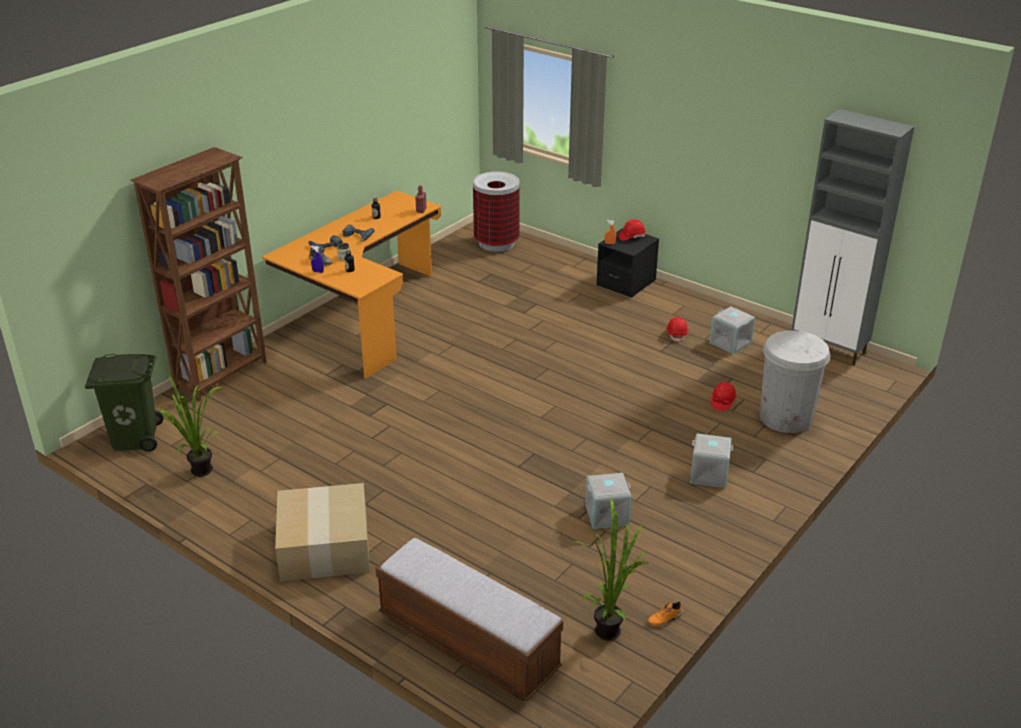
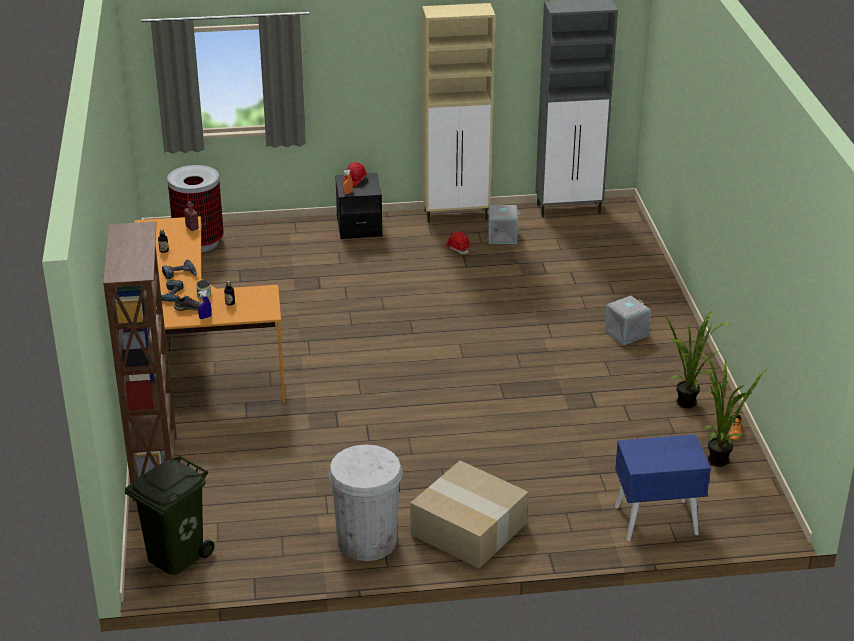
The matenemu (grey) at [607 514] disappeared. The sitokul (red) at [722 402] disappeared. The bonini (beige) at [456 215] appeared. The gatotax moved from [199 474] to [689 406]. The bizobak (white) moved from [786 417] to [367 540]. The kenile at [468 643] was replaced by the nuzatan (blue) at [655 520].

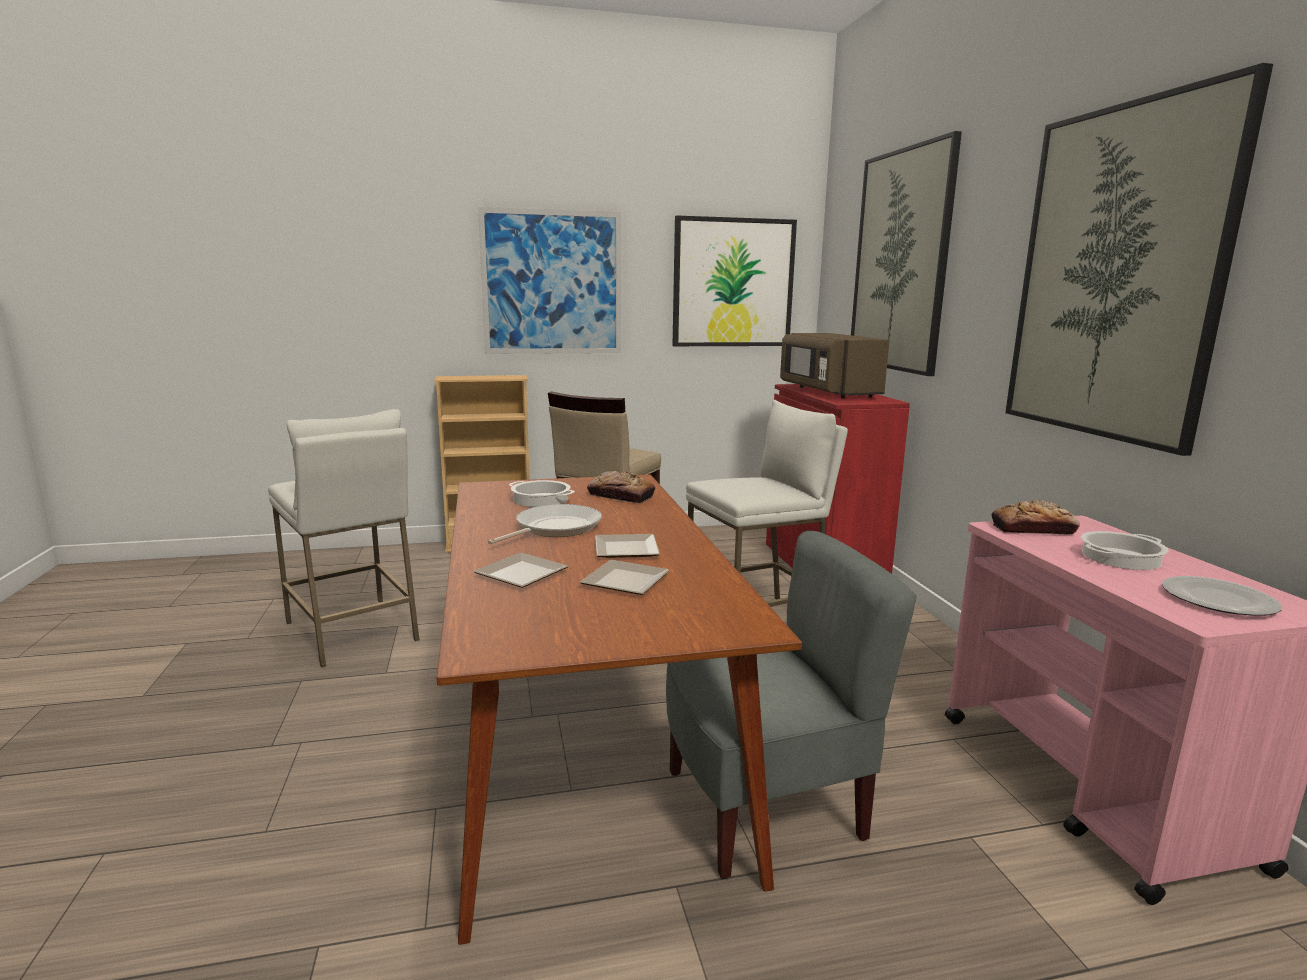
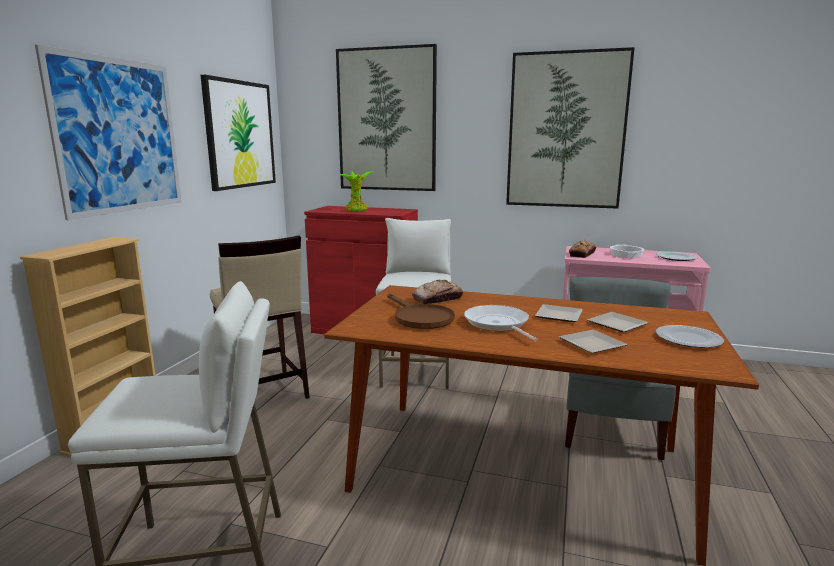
The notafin at [689 339] appeared. The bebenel at [540 499] was replaced by the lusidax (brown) at [419 318]. The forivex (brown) at [827 392] was replaced by the gatotax at [357 210].

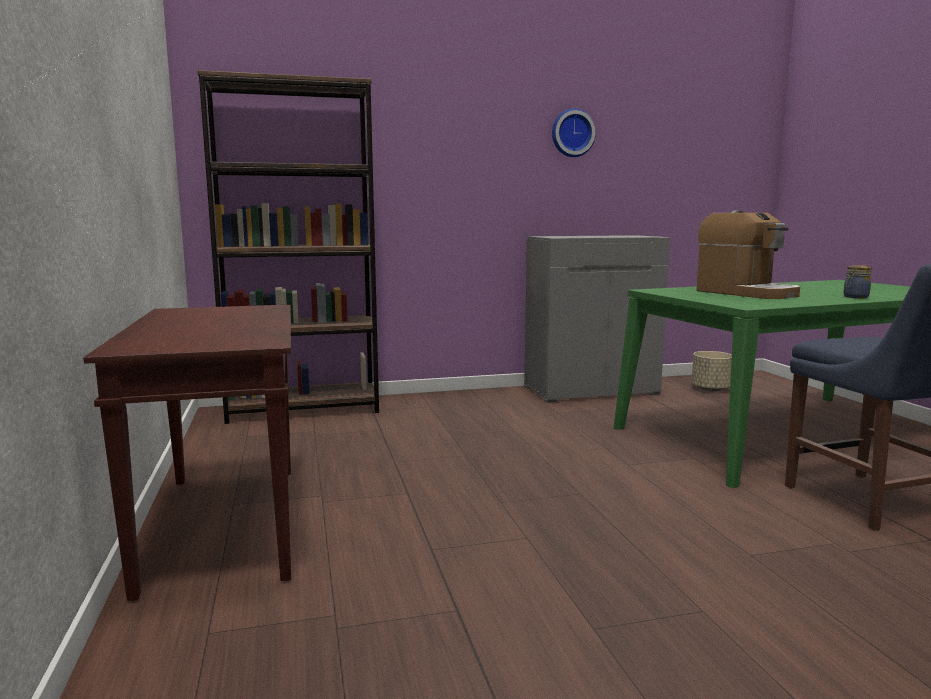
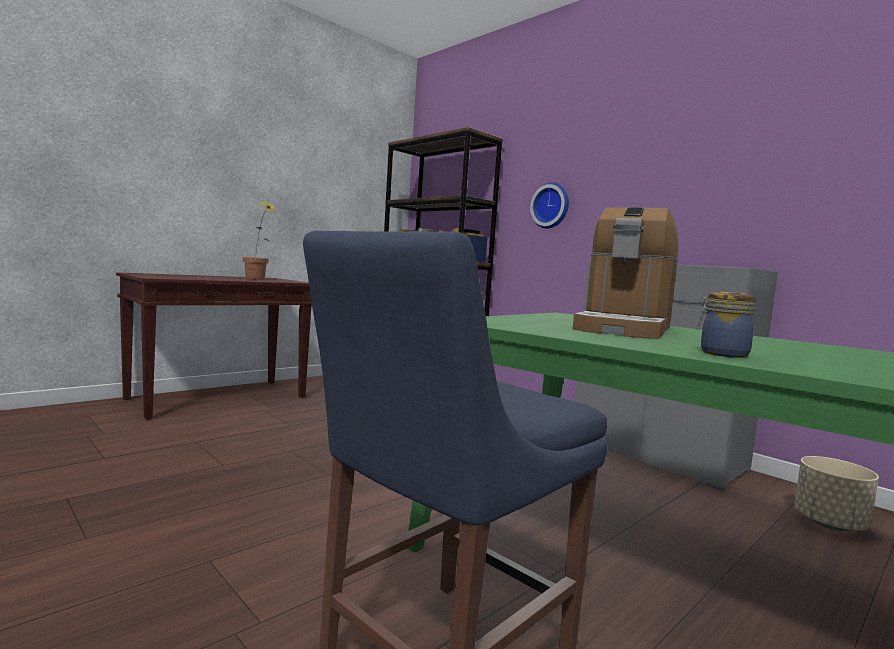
The gatotax at [258 279] appeared. The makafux moved from [572 133] to [551 206].

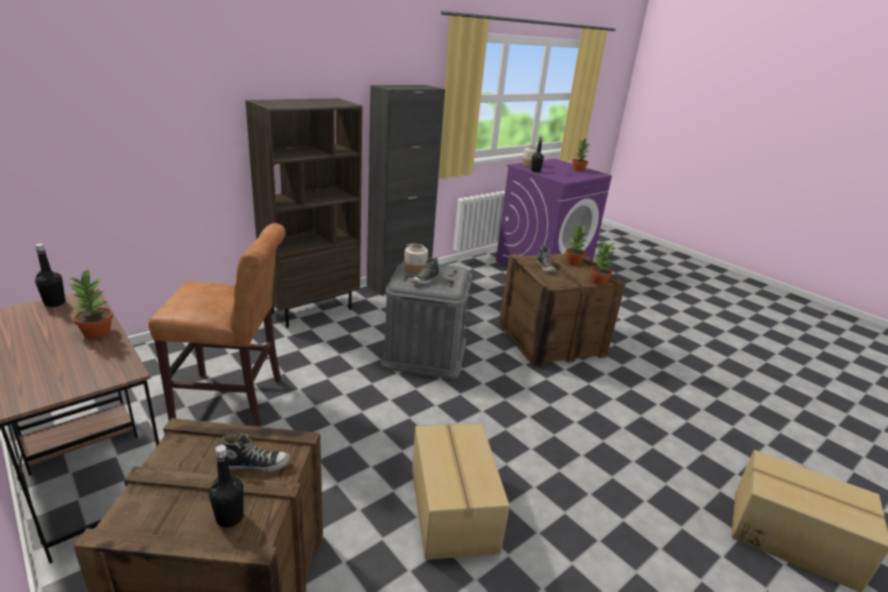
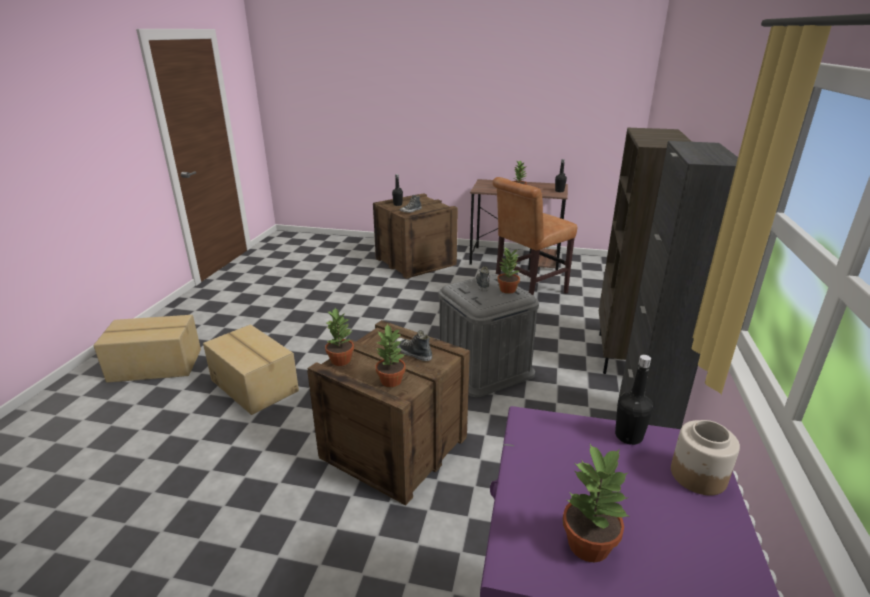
The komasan moved from [451 509] to [255 385]. The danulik at [415 269] was replaced by the gatotax at [507 290].

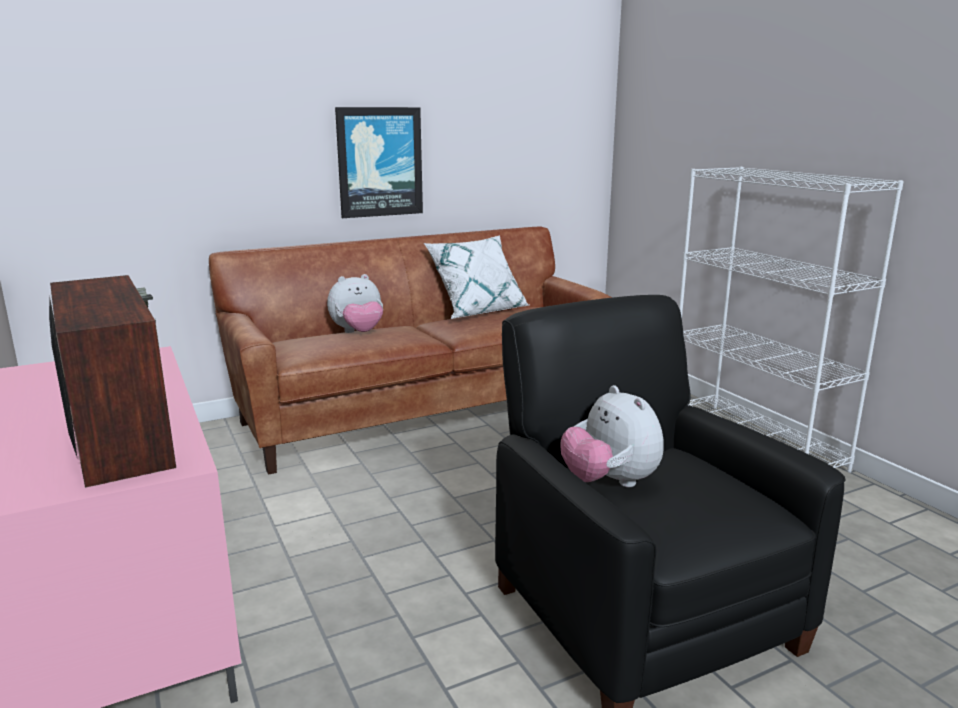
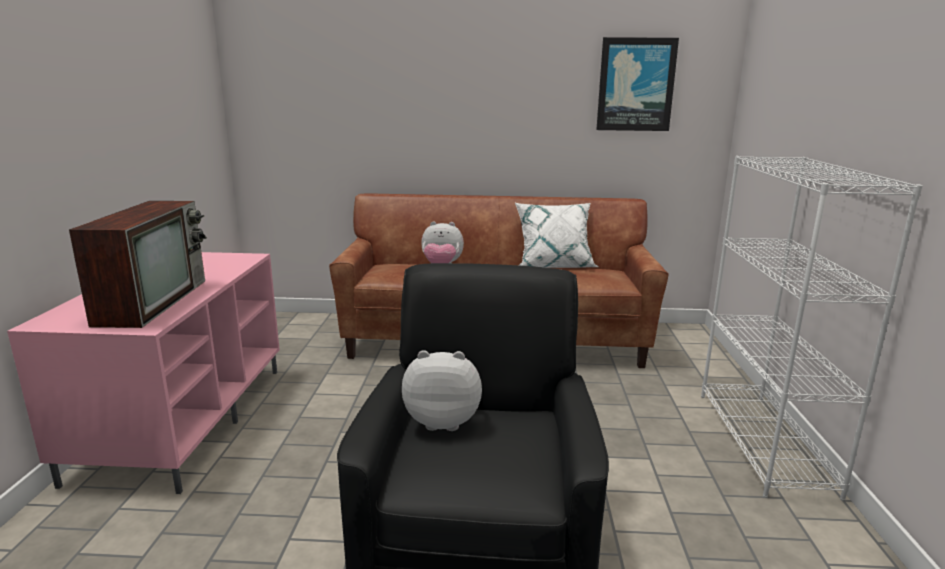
The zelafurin moved from [379 162] to [636 85]. The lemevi at [609 482] turned 90 degrees clockwise.

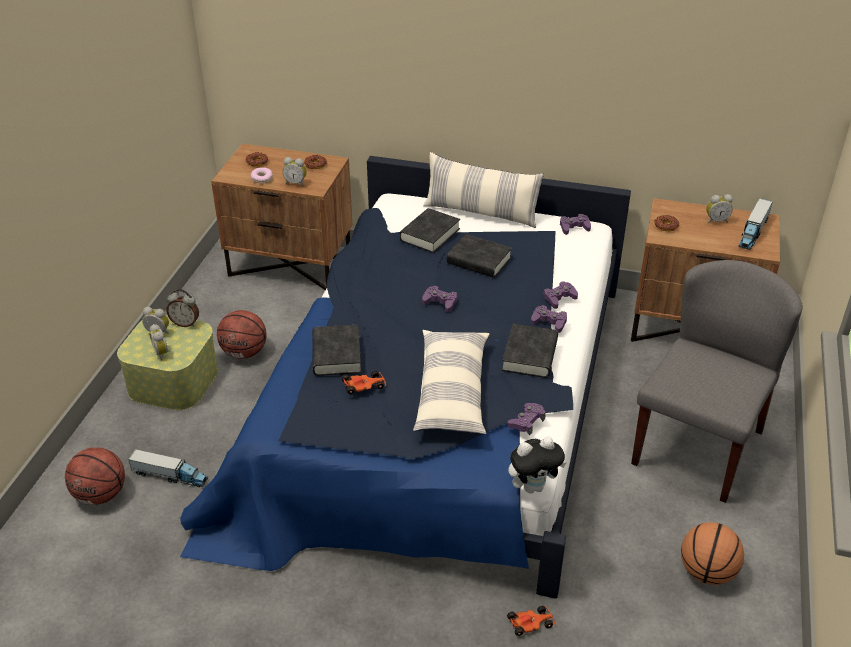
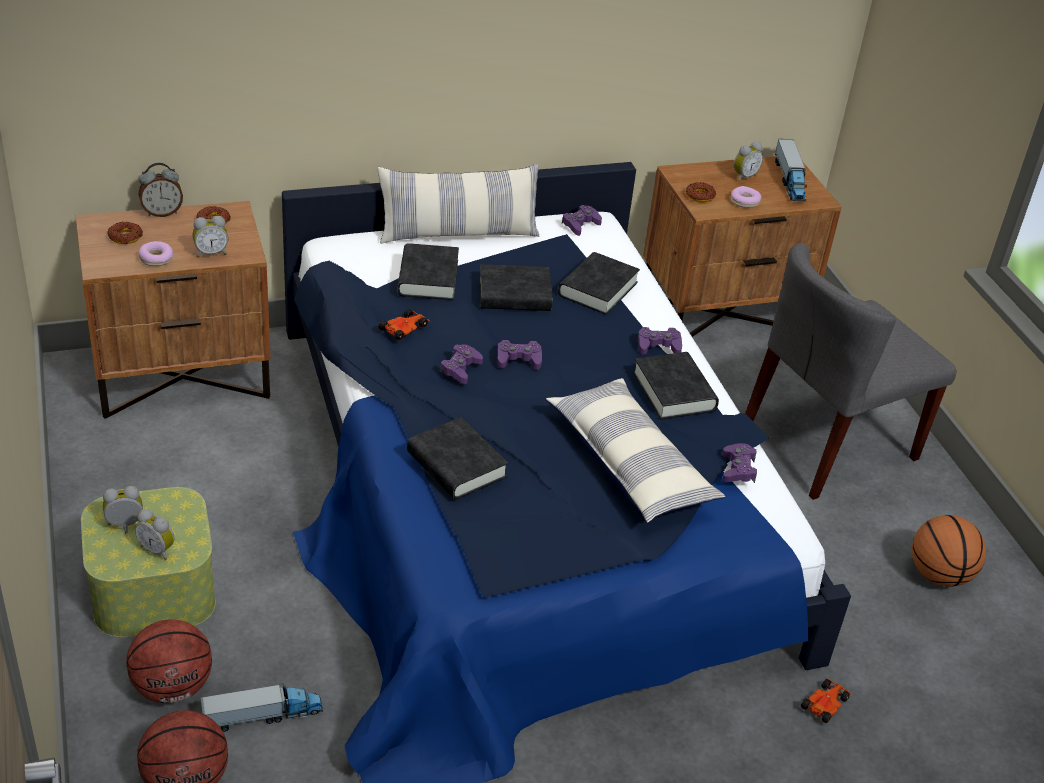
The lemevi at [533 486] disappeared. The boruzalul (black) at [598 289] appeared. The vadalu at [744 201] appeared. The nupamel moved from [185 323] to [162 213]. The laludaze moved from [244 352] to [173 687]. The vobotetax moved from [364 386] to [404 329]. The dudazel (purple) moved from [559 298] to [460 369]. The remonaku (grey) at [697 446] turned 120 degrees counterclockwise.

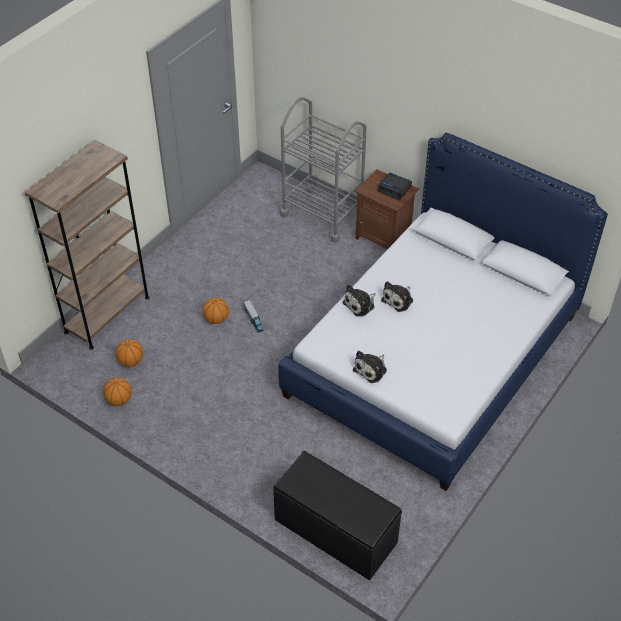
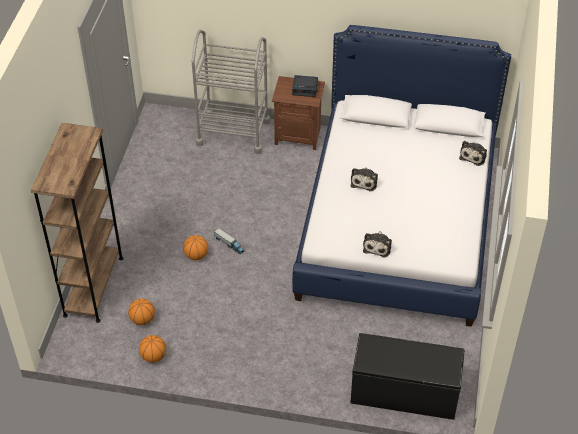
The lemevi moved from [360 304] to [474 156].

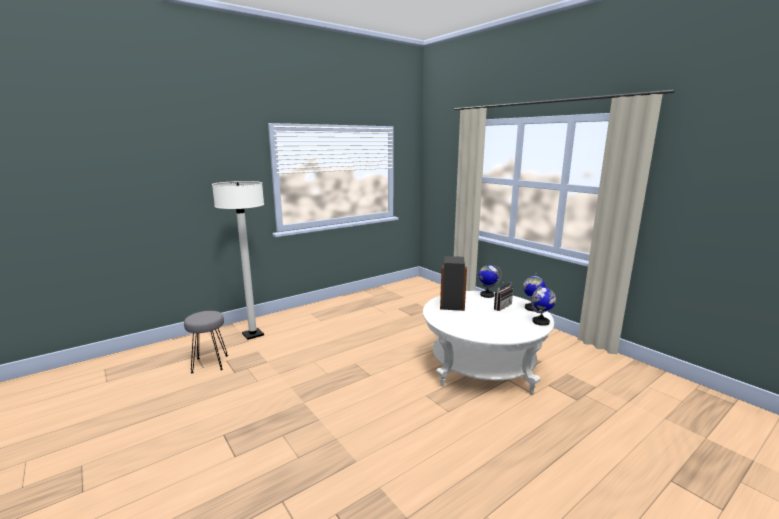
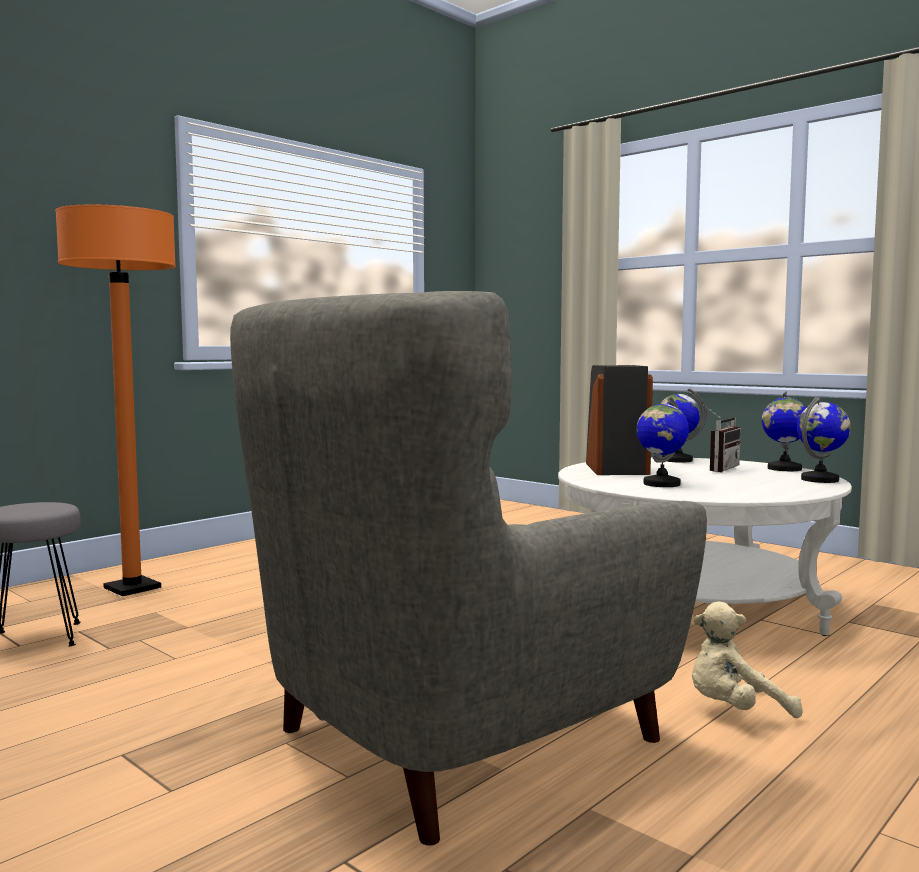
The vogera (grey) at [456 738] appeared. The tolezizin at [661 484] appeared. The lemevi (beige) at [735 710] appeared. The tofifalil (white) at [253 334] became the tofifalil (orange) at [132 588].

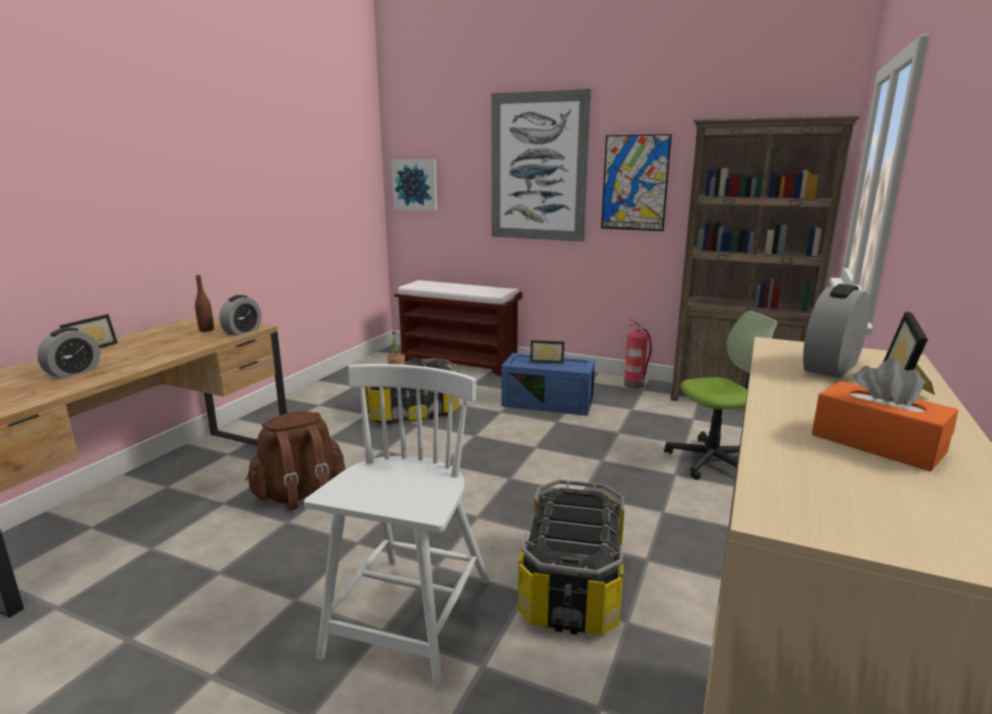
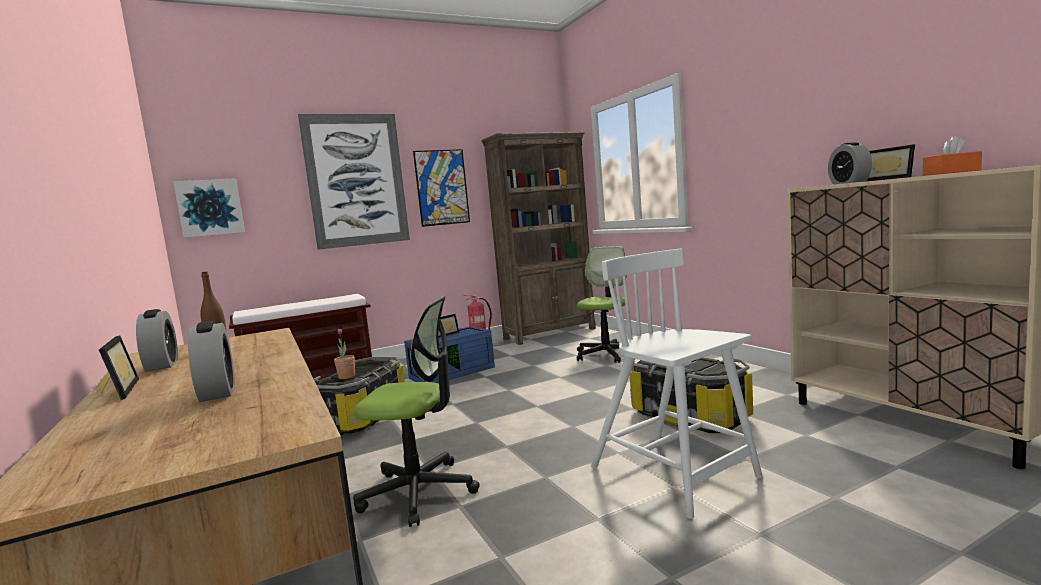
The nupamel moved from [242 331] to [162 365]. The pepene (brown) at [300 494] was replaced by the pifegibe at [419 492].

